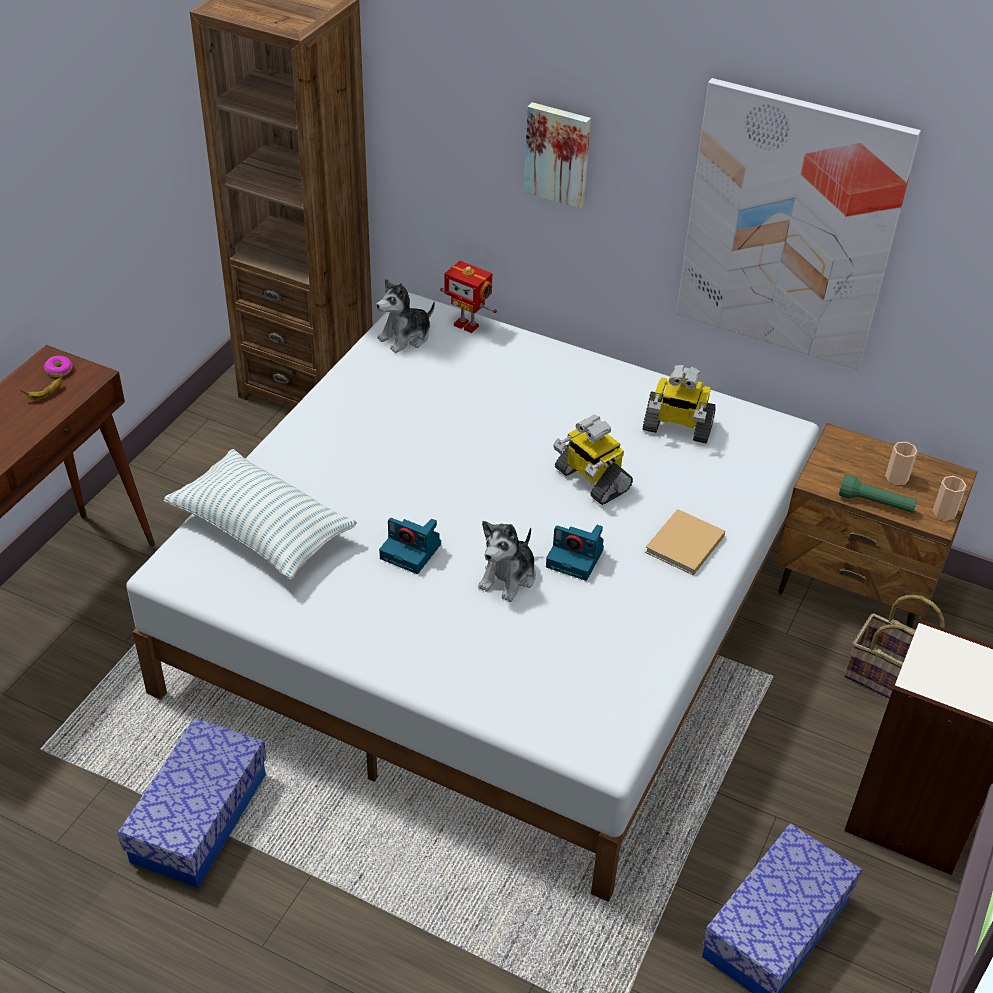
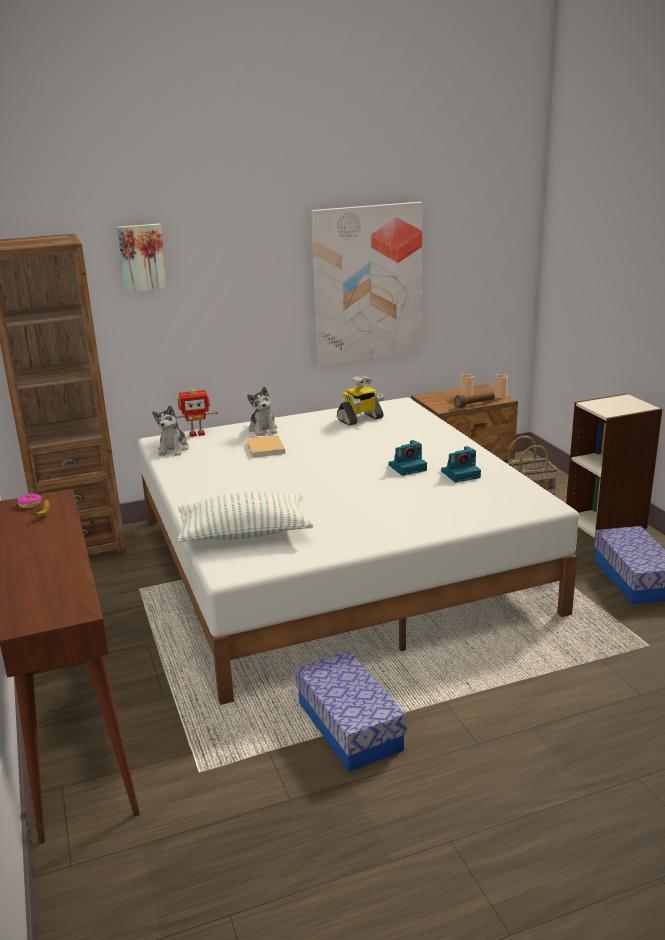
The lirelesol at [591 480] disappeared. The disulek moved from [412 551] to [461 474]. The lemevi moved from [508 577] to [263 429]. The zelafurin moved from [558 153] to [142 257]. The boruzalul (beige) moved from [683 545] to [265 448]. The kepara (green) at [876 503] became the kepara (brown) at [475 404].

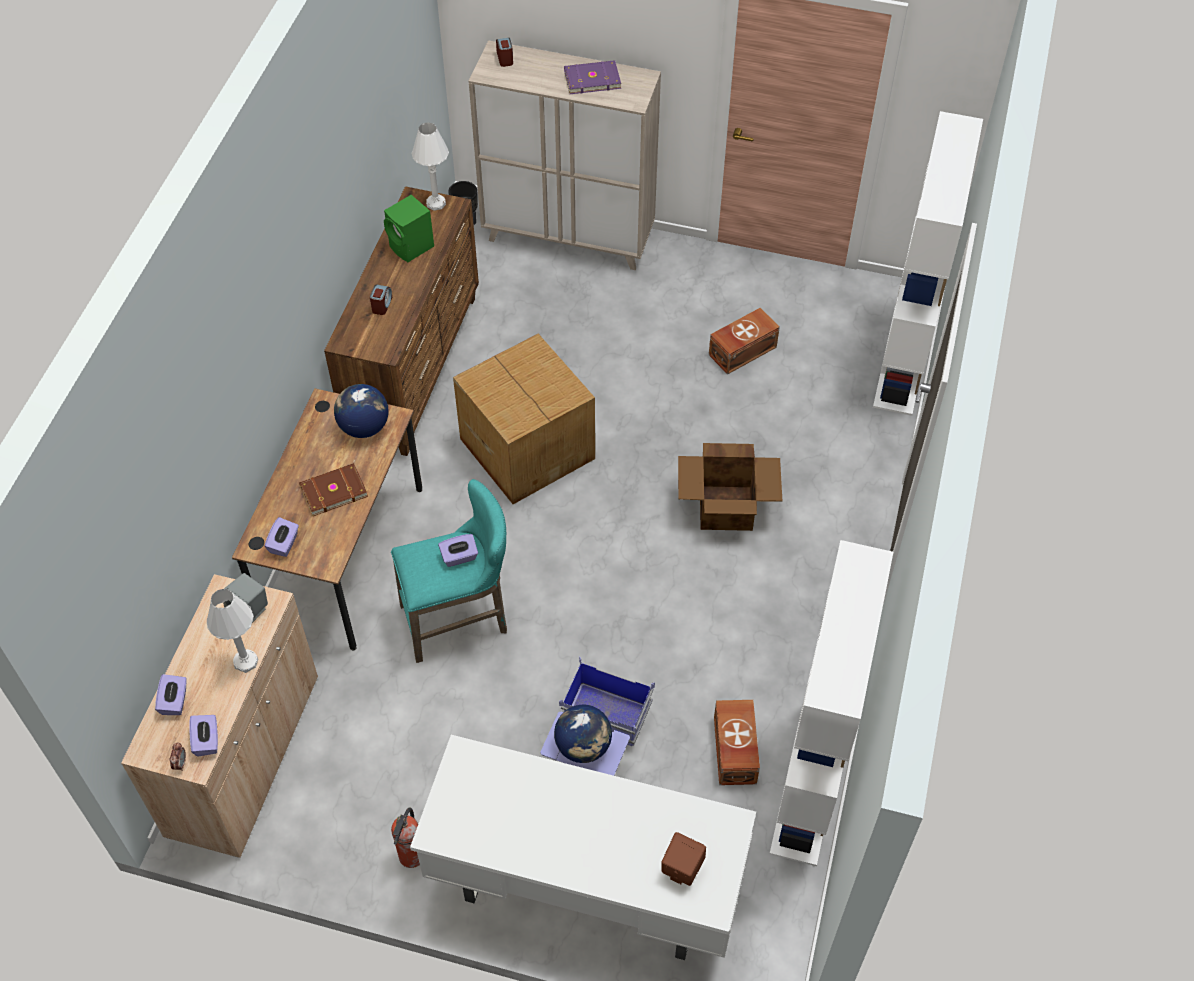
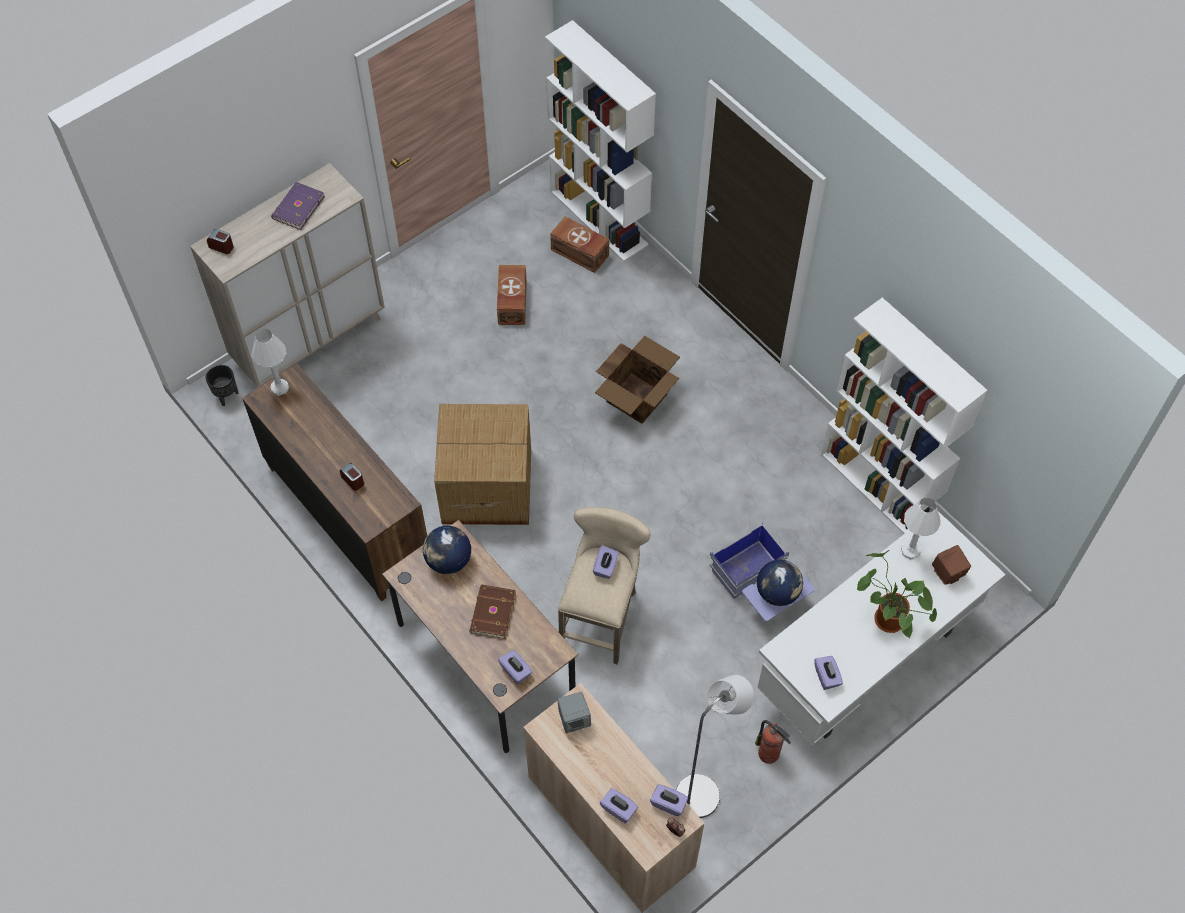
The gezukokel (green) at [412 247] disappeared. The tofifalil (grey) at [704 790] appeared. The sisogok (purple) at [827 676] appeared. The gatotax at [885 619] appeared. The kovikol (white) moved from [245 662] to [910 551]. The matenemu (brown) moved from [733 751] to [580 253]. The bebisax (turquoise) at [460 620] became the bebisax (beige) at [602 615].

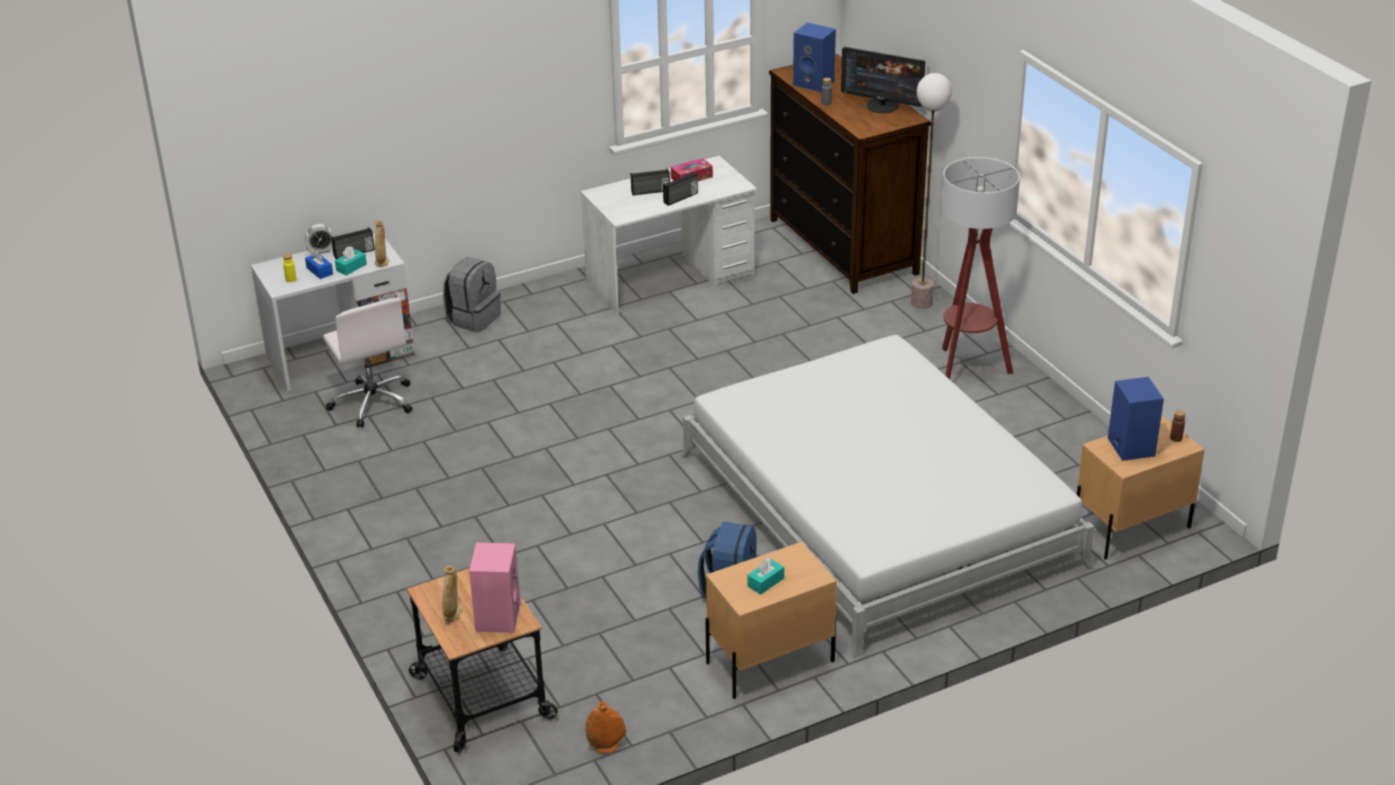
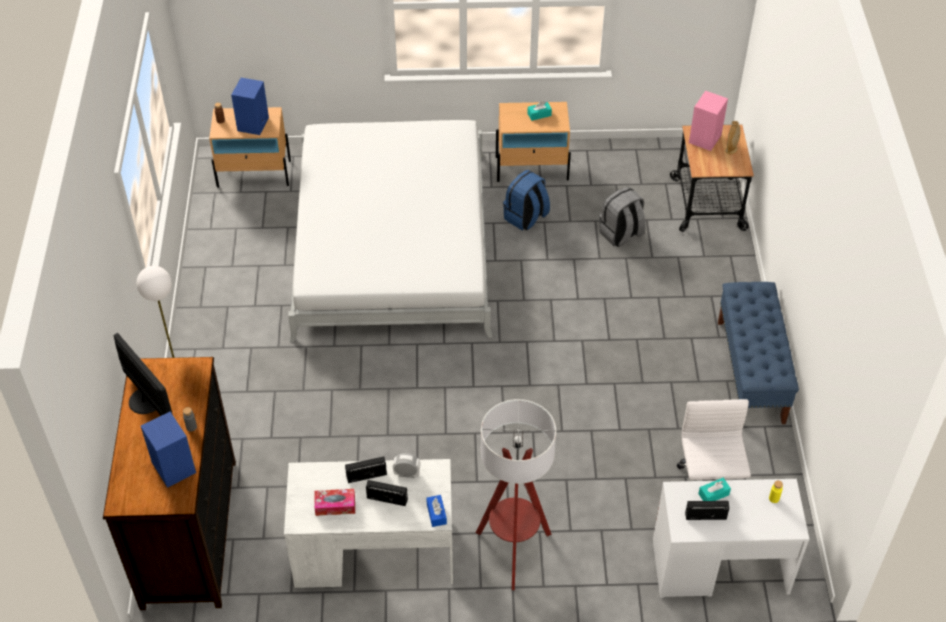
The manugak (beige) at [382 262] disappeared. The manugak (orange) at [606 747] disappeared. The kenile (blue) at [750 372] appeared. The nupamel moved from [321 251] to [407 474]. The sisogok (blue) moved from [319 271] to [436 514]. The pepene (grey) moved from [473 318] to [621 234]. The tofifalil moved from [966 371] to [513 551].

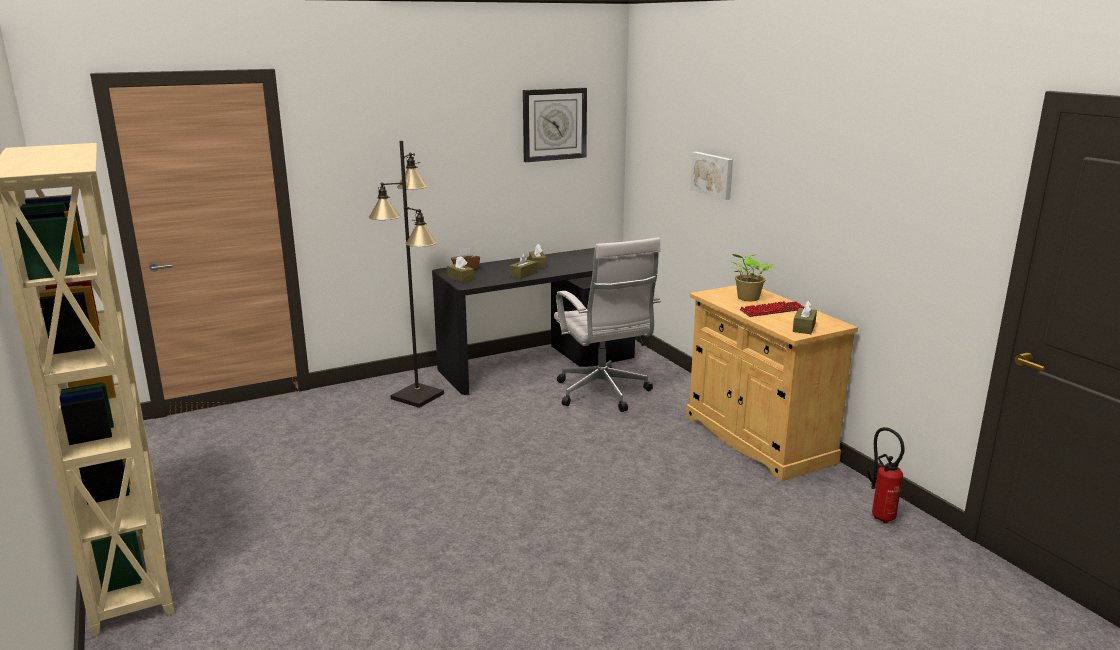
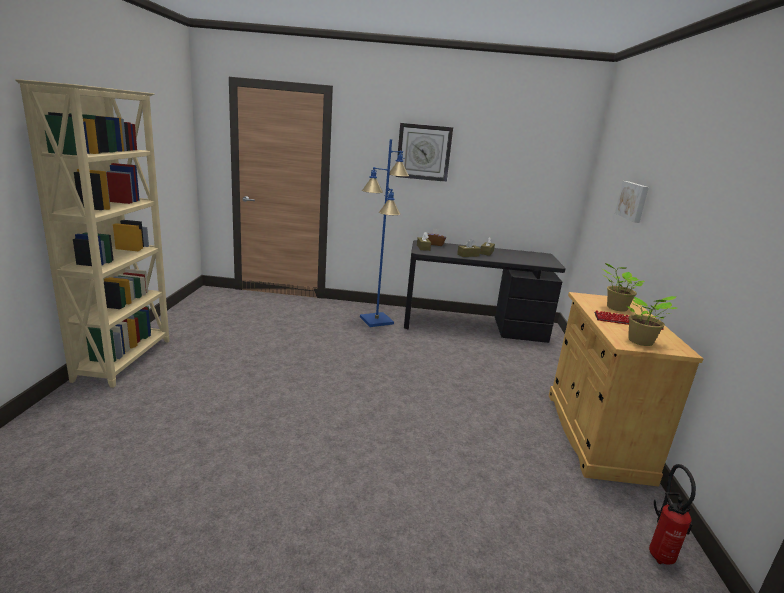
The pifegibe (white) at [603 394] disappeared. The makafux moved from [554 124] to [423 152]. The sisogok (brown) at [804 327] was replaced by the gatotax at [641 342]. The tofifalil (black) at [418 396] became the tofifalil (blue) at [377 320].

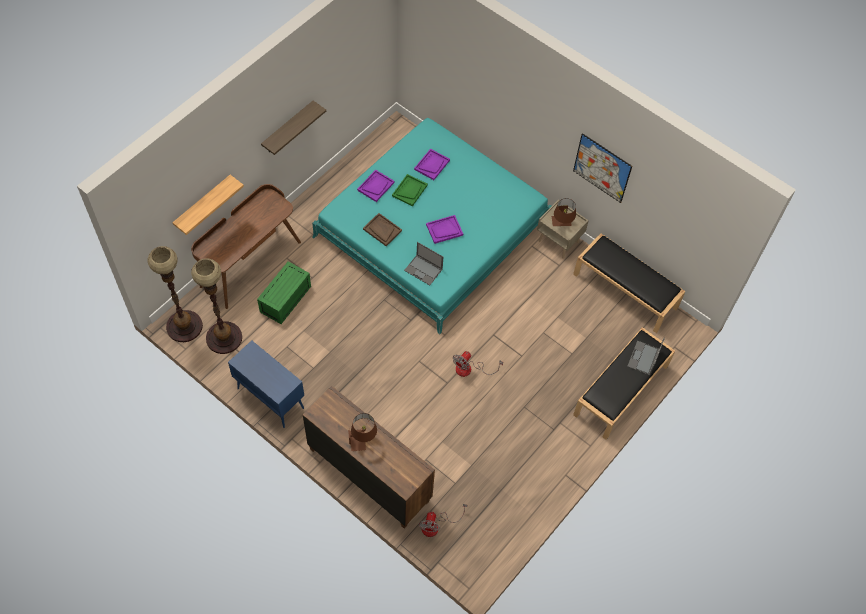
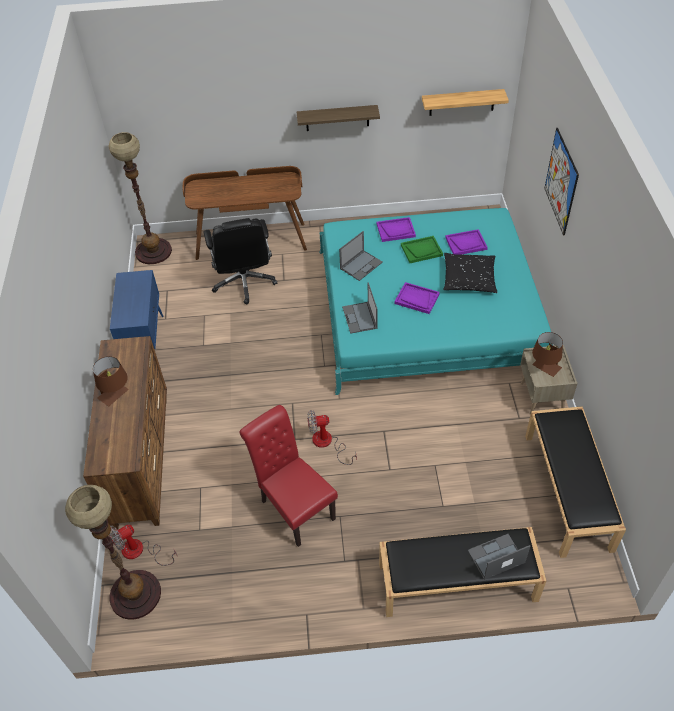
The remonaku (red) at [294 507] appeared. The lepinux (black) at [469 278] appeared. The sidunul moved from [203 204] to [462 102]. The tofifalil moved from [224 337] to [135 594]. The zelafurin moved from [602 168] to [561 181]. The matenemu (green) at [285 300] was replaced by the pifegibe (black) at [244 282]. The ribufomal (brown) at [382 230] was replaced by the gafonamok at [361 265].

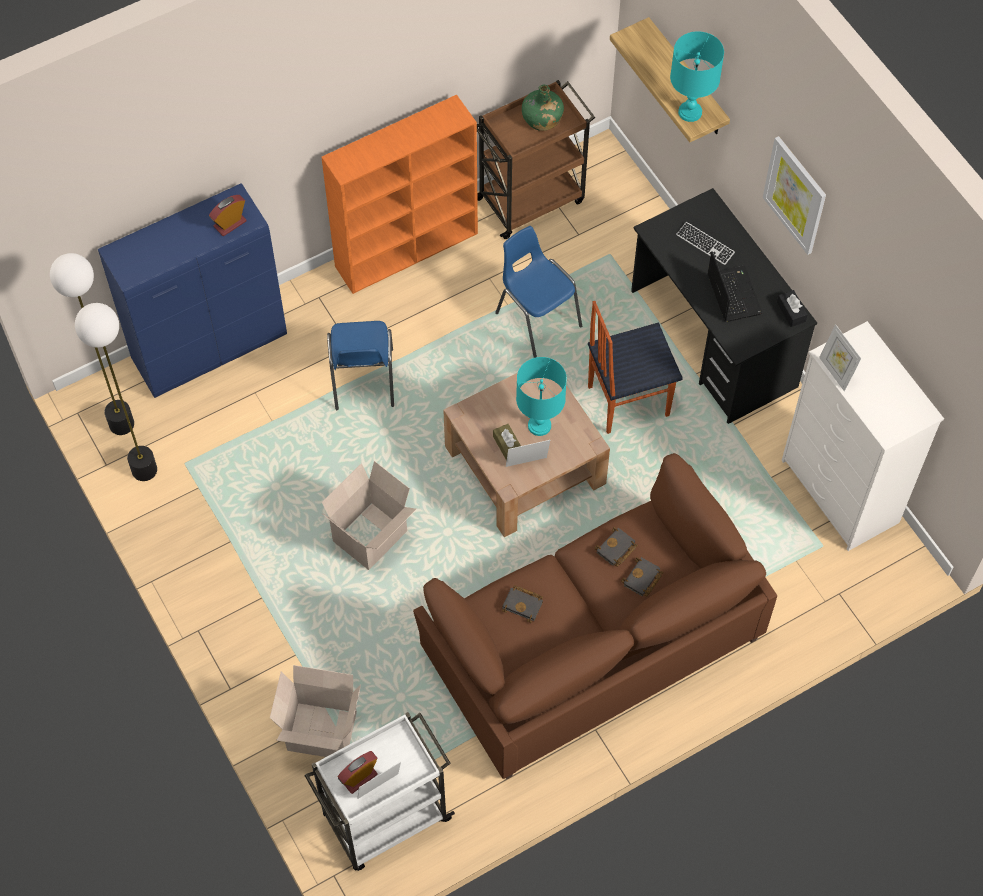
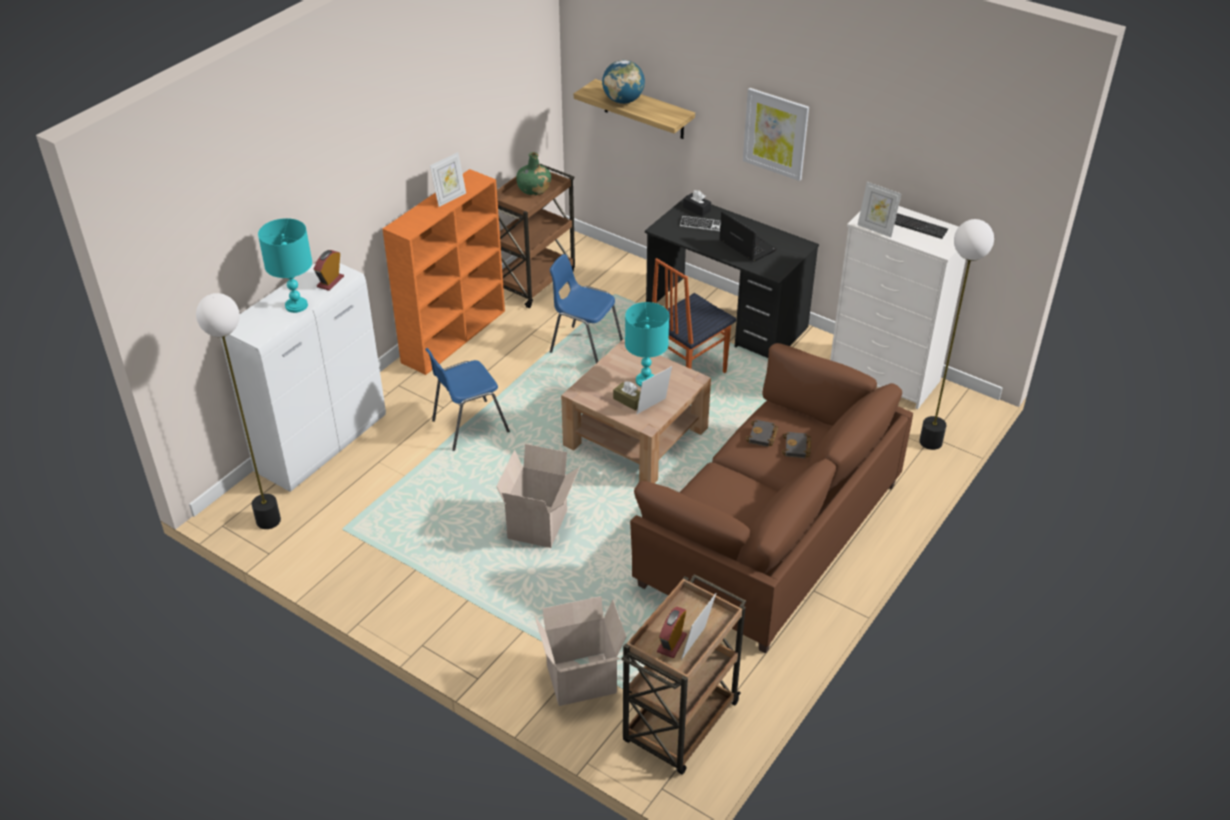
The boruzalul (black) at [524 604] disappeared. The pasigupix at [450 198] appeared. The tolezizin at [623 101] appeared. The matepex at [919 227] appeared. The tofifalil moved from [144 469] to [930 441]. The kovikol (turquoise) moved from [690 112] to [297 305]. The sisogok (black) moved from [791 312] to [696 209]. The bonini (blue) at [211 347] became the bonini (white) at [322 444]. The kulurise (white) at [384 819] became the kulurise (brown) at [680 724]. The remonaku (blue) at [363 381] turned 90 degrees clockwise.

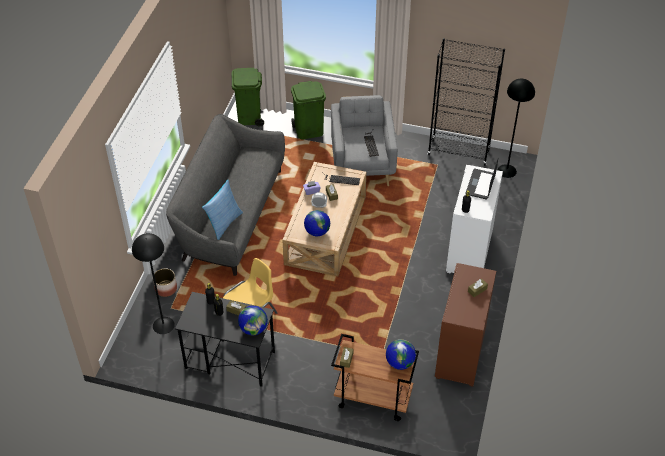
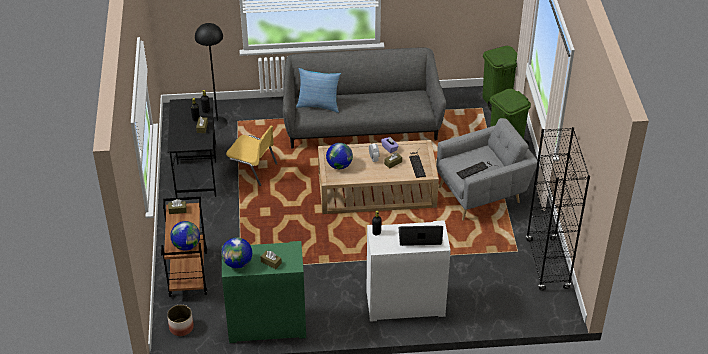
The tofifalil (black) at [507 171] disappeared. The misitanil moved from [166 288] to [181 327]. The tolezizin moved from [253 329] to [238 263]. The bonini (brown) at [461 353] became the bonini (green) at [266 325].

